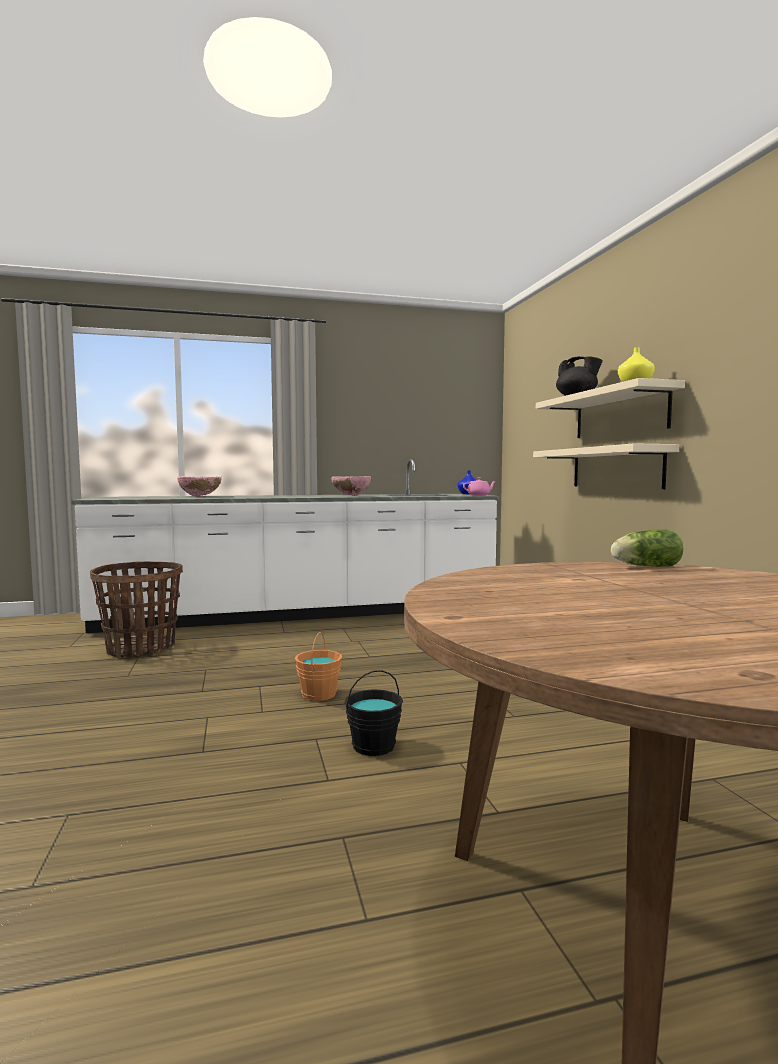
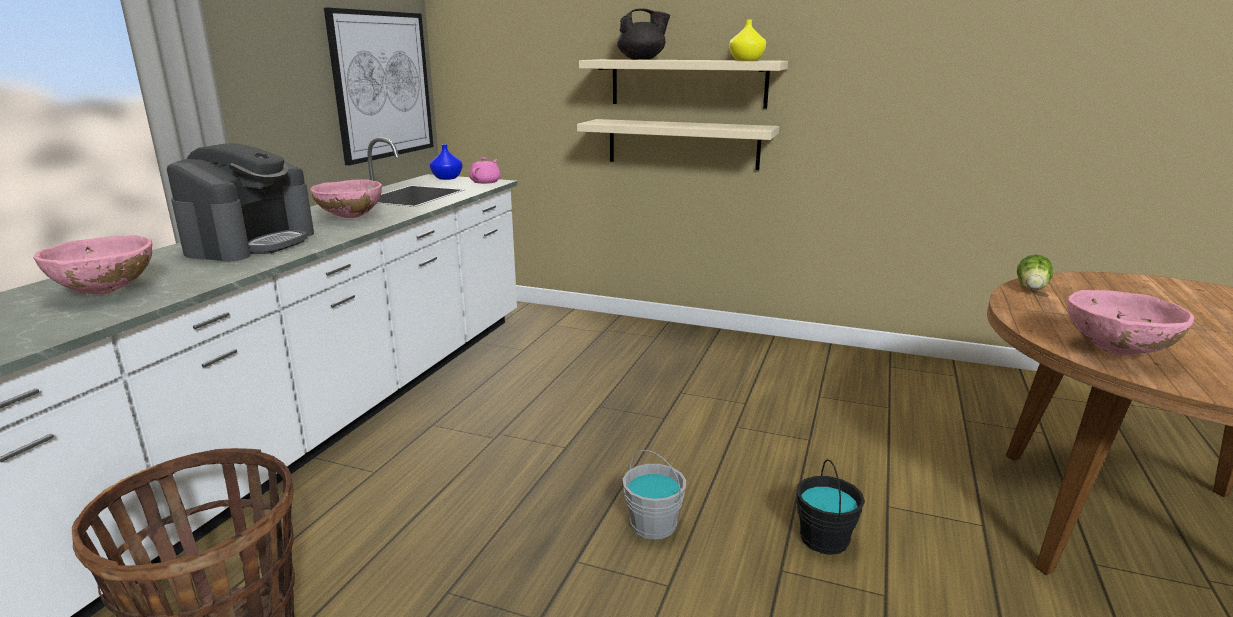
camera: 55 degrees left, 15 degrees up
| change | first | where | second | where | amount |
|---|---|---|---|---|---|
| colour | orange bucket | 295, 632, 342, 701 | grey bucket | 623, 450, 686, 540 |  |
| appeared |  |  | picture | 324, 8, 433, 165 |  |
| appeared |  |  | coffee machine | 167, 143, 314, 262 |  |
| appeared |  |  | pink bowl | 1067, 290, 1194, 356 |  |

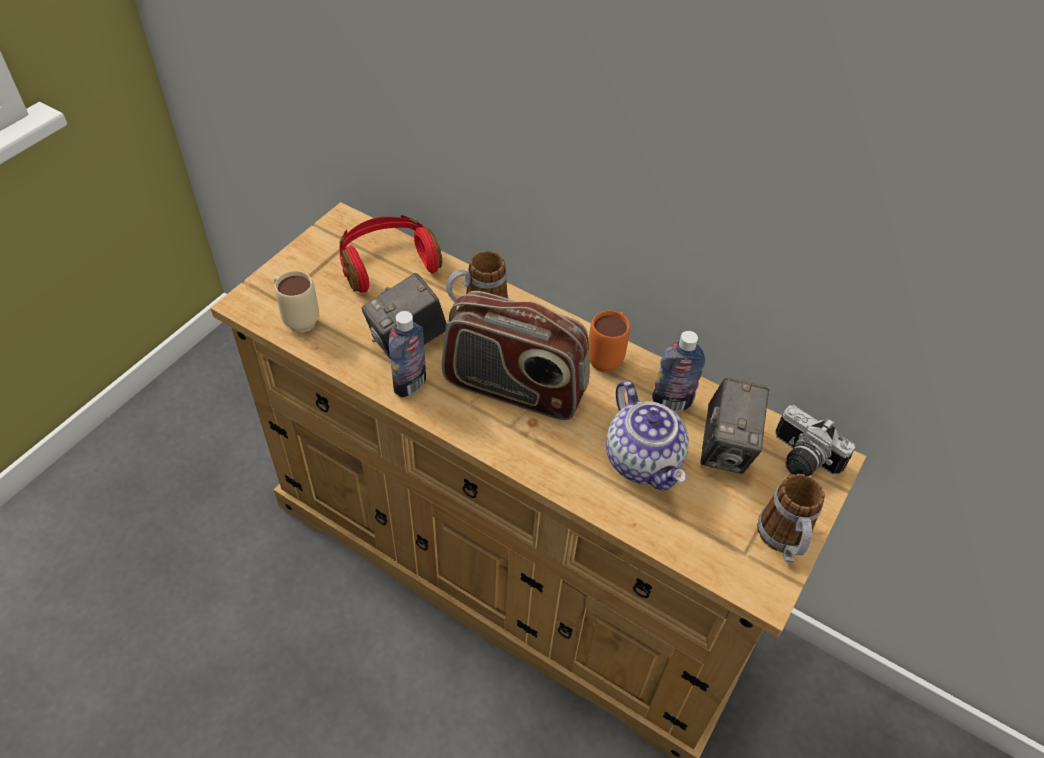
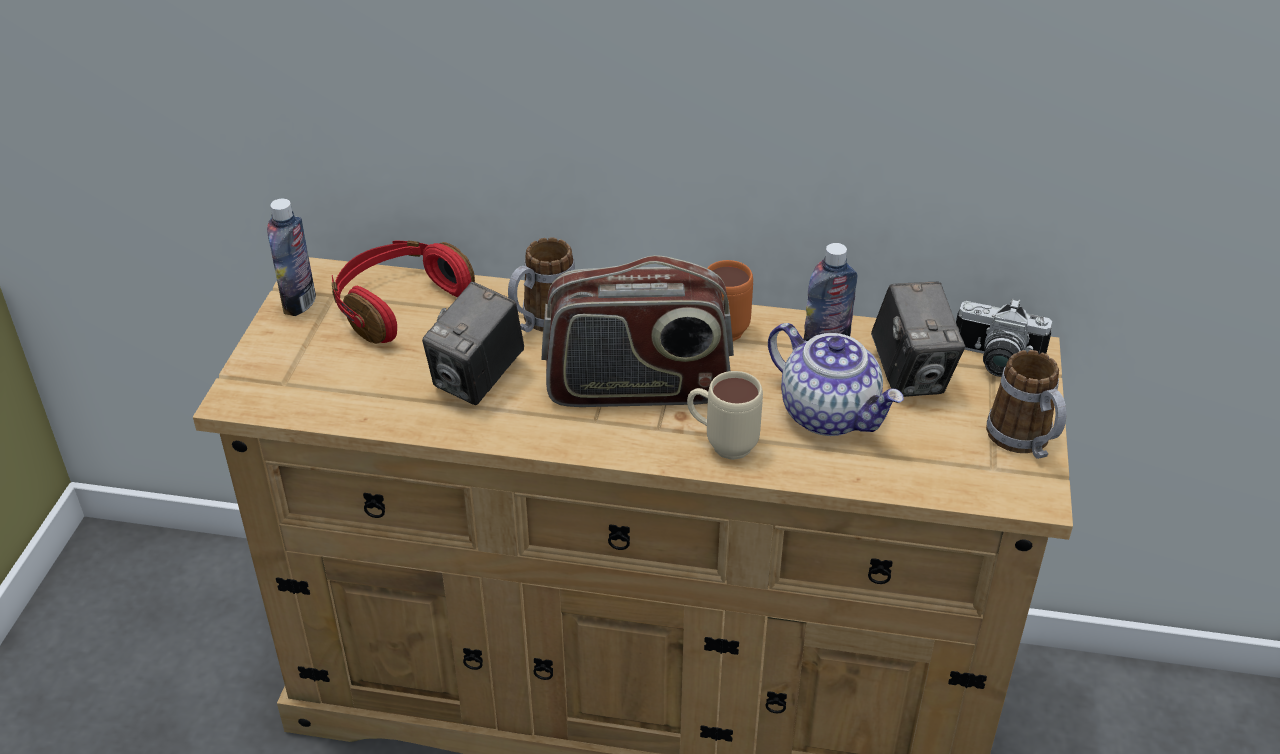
camera: 20 degrees left, 10 degrees down
| change | first | where | second | where | amount |
|---|---|---|---|---|---|
| relocated | beige mug | 274, 271, 319, 333 |  | 687, 371, 763, 460 |  |
| relocated | bottle | 389, 311, 426, 397 |  | 267, 199, 316, 316 |  |

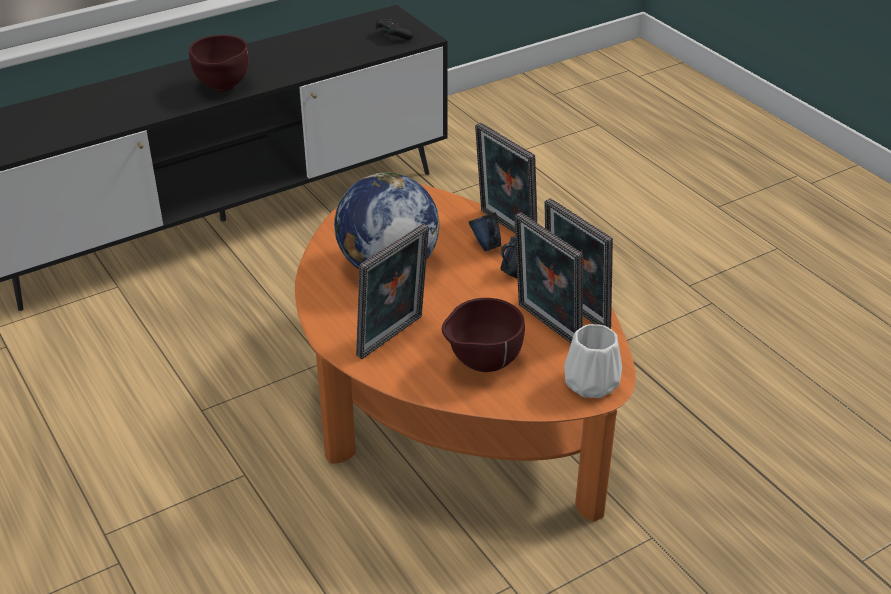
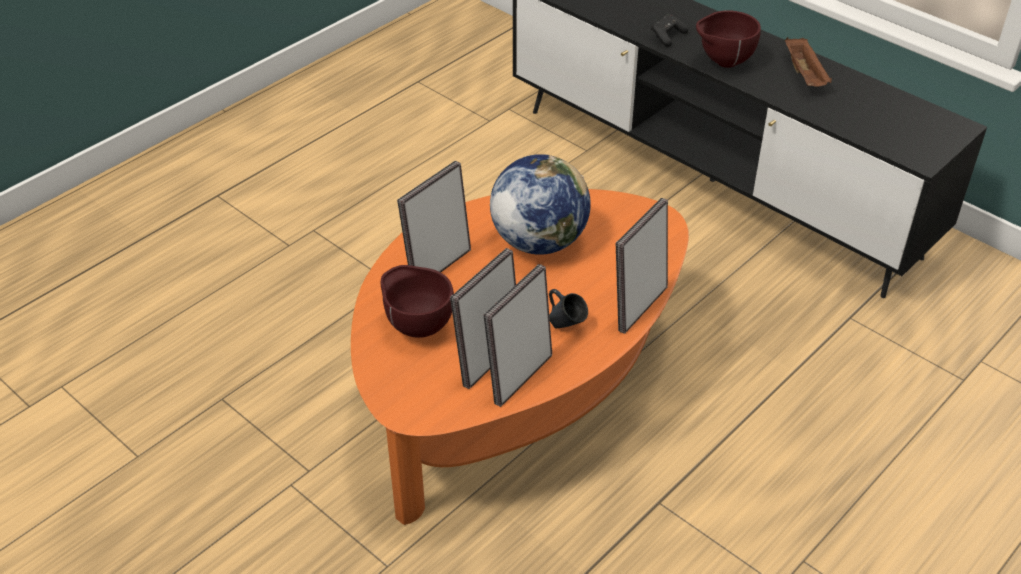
camera: 75 degrees right, 5 degrees up
| change | first | where | second | where | amount |
|---|---|---|---|---|---|
| relocated | black game controller | 376, 18, 413, 40 |  | 651, 14, 688, 47 |  |
| missing | blue mug | 468, 212, 501, 251 |  |  |  |
| spun | picture frame | 356, 224, 429, 359 |  | 397, 161, 471, 272 | 105 degrees clockwise |
| missing | white vase | 564, 324, 622, 398 |  |  |  |
| appeared |  |  | brown tray | 785, 37, 832, 87 |  |

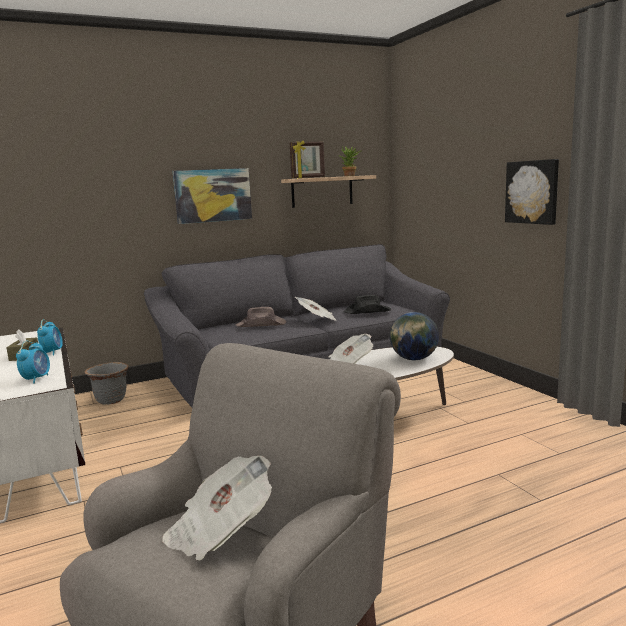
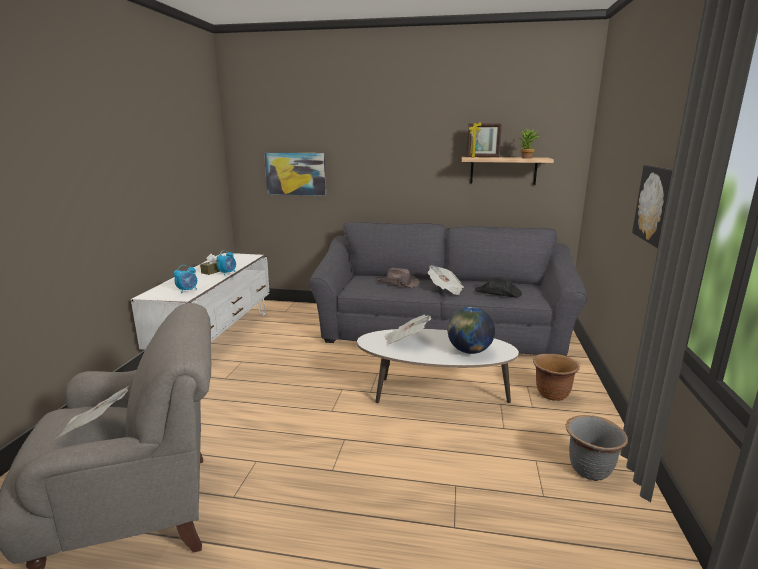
camera: 35 degrees right, 5 degrees up
| change | first | where | second | where | amount |
|---|---|---|---|---|---|
| relocated | picture | 172, 168, 252, 224 |  | 264, 152, 326, 196 |  |
| relocated | grey planter | 85, 362, 129, 405 |  | 566, 415, 628, 481 |  |
| appeared |  |  | brown planter | 533, 354, 580, 401 |  |

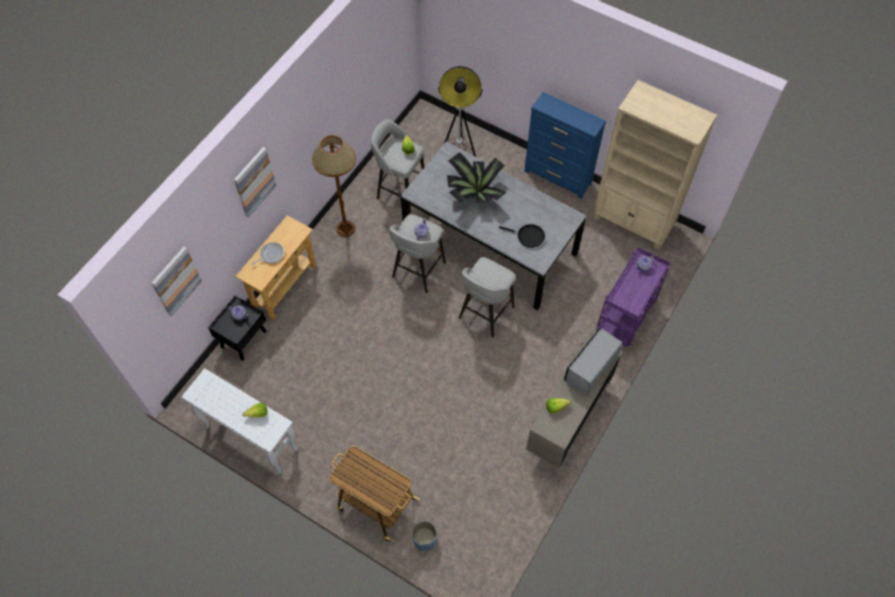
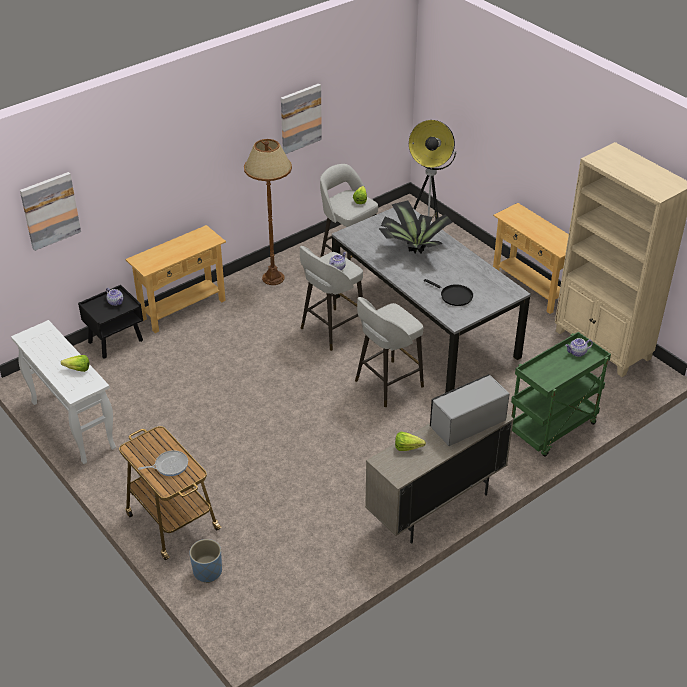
camera: 20 degrees right, 20 degrees down
| change | first | where | second | where | amount |
|---|---|---|---|---|---|
| exchanged | blue dresser | 524, 92, 606, 199 | beige console table | 493, 203, 569, 314 |  |
| relocated | picture | 234, 147, 276, 217 |  | 281, 84, 322, 154 |  |
| relocated | frying pan | 251, 242, 284, 265 |  | 138, 450, 188, 476 |  |
| colour | purple cart | 596, 247, 670, 347 | green cart | 511, 332, 611, 457 |  |

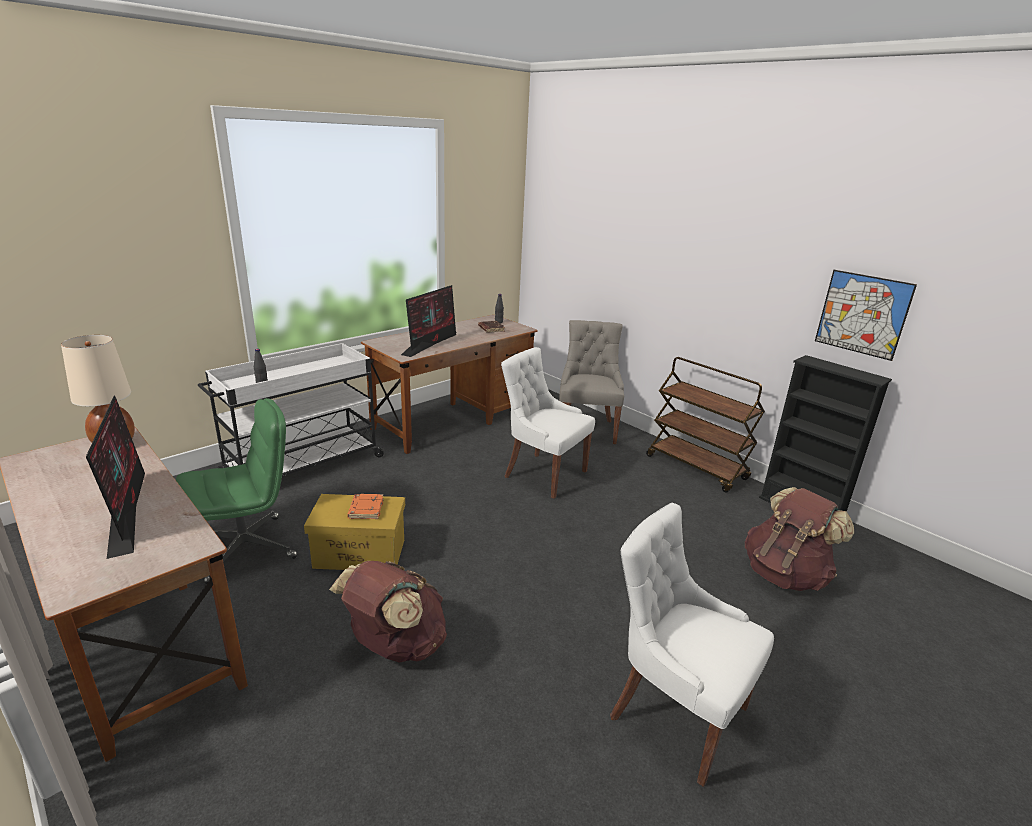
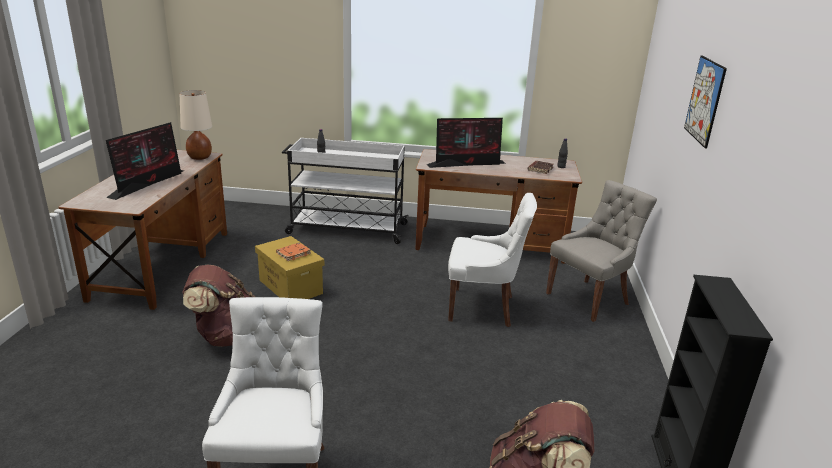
camera: 50 degrees right, 0 degrees up
| change | first | where | second | where | amount |
|---|---|---|---|---|---|
| relocated | picture | 815, 270, 917, 361 |  | 684, 55, 727, 149 |  |
| spun | white chair | 501, 347, 595, 499 |  | 448, 193, 537, 327 | 105 degrees clockwise |
| missing | brown cart | 646, 357, 765, 493 |  |  |  |
| missing | green office chair | 176, 398, 297, 584 |  |  |  |

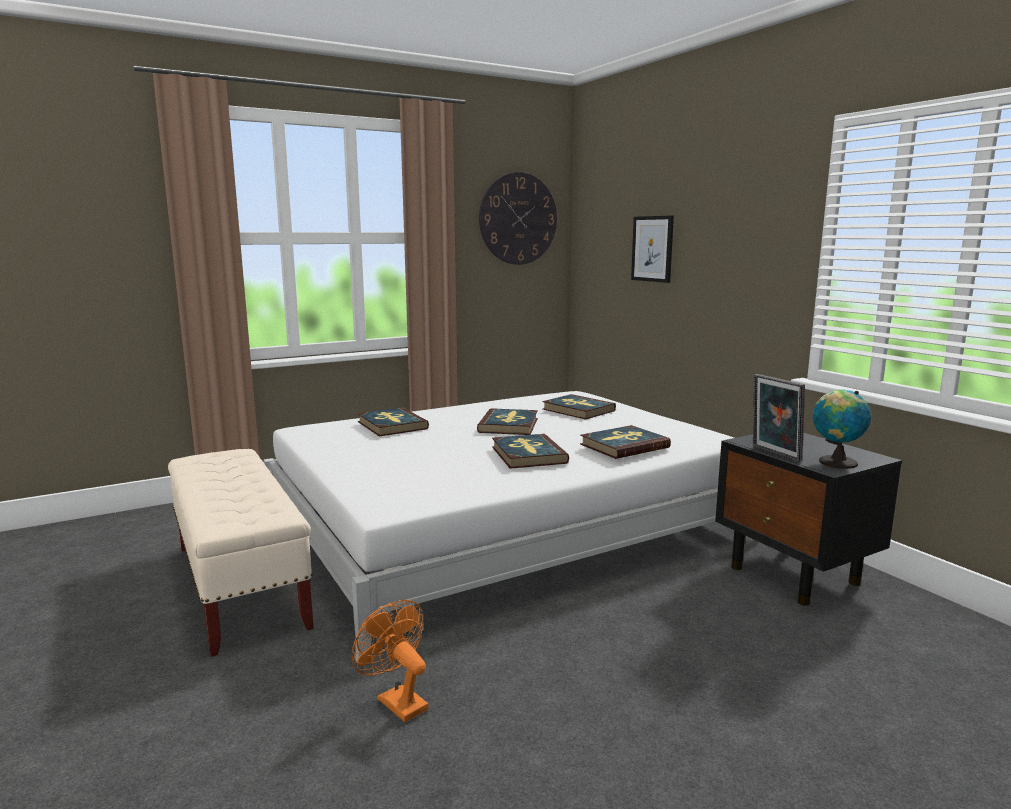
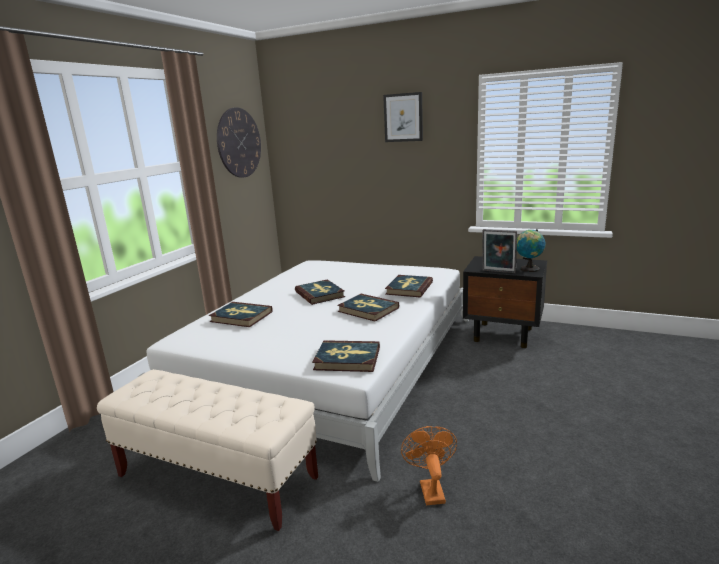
camera: 35 degrees left, 5 degrees up
| change | first | where | second | where | amount |
|---|---|---|---|---|---|
| relocated | picture | 631, 216, 674, 283 |  | 383, 92, 423, 142 |  |
| relocated | book | 542, 394, 616, 420 |  | 312, 340, 380, 372 |  |
| spun | orange fan | 352, 600, 428, 722 |  | 401, 426, 457, 505 | 75 degrees clockwise |

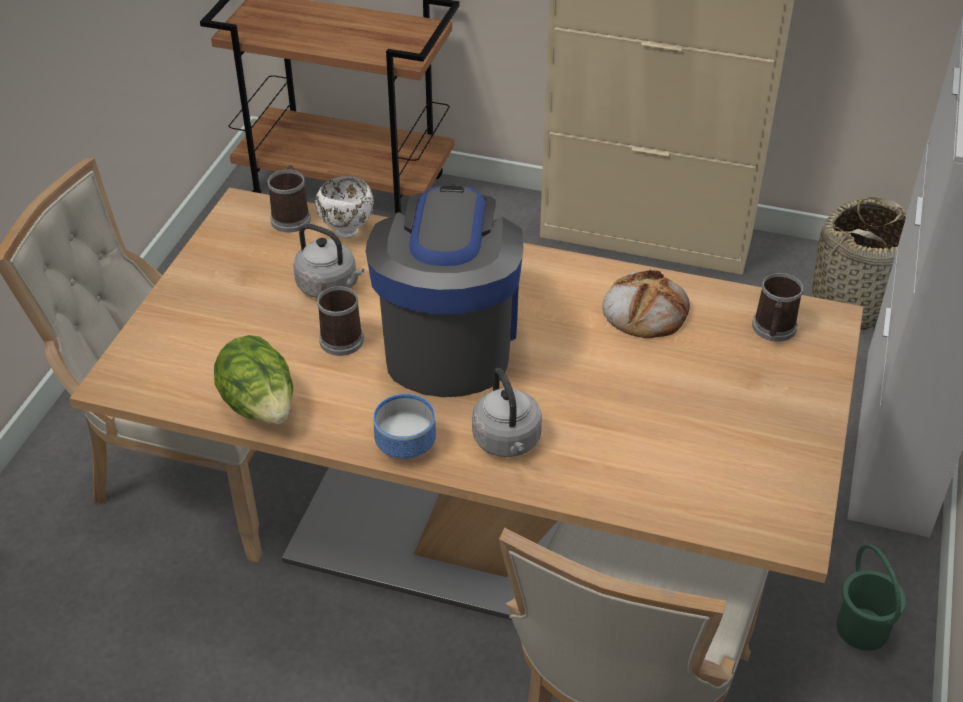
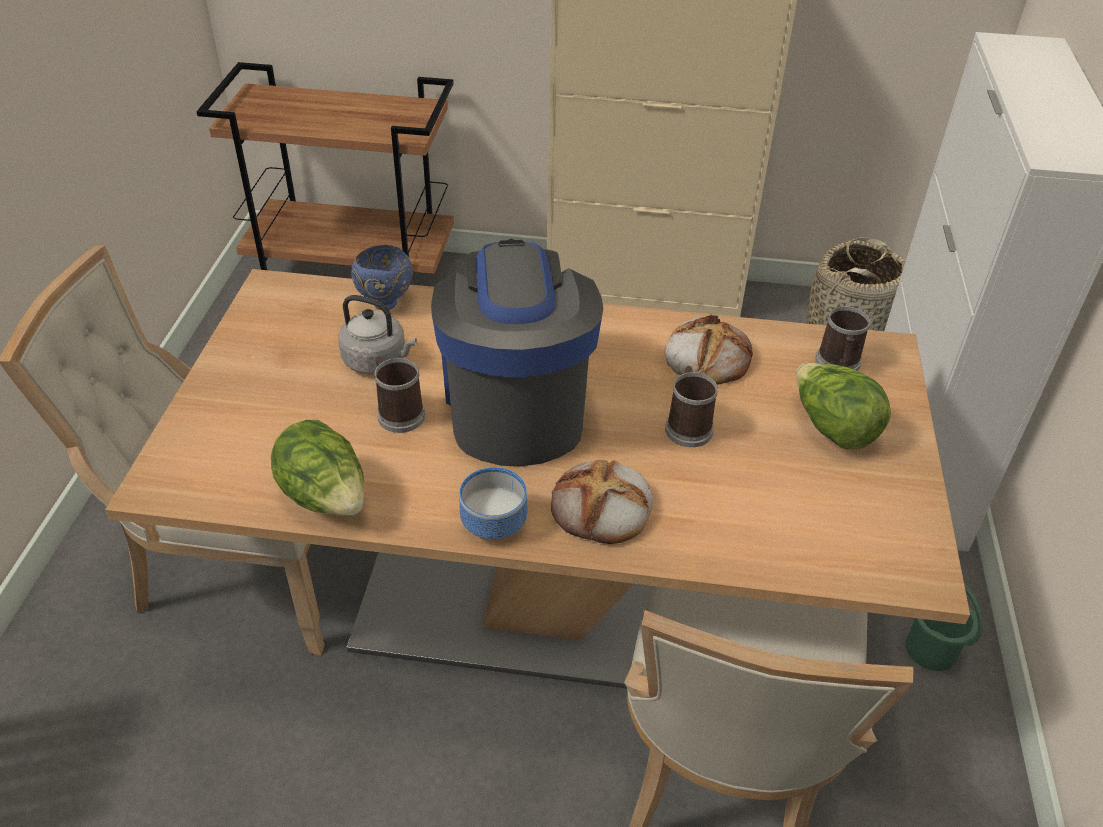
camera: 10 degrees left, 0 degrees up
| change | first | where | second | where | amount |
|---|---|---|---|---|---|
| relocated | mug | 267, 165, 311, 232 |  | 665, 366, 718, 447 |  |
| colour | white bowl | 316, 176, 374, 238 | blue bowl | 351, 245, 413, 310 |  |
| exchanged | grey kettle | 472, 368, 542, 457 | bread | 551, 460, 653, 544 |  |
| appeared |  |  | lettuce | 796, 363, 891, 449 |  |

